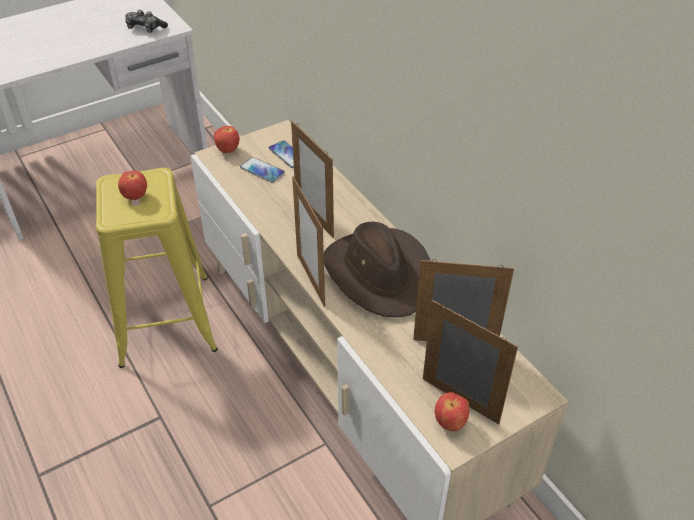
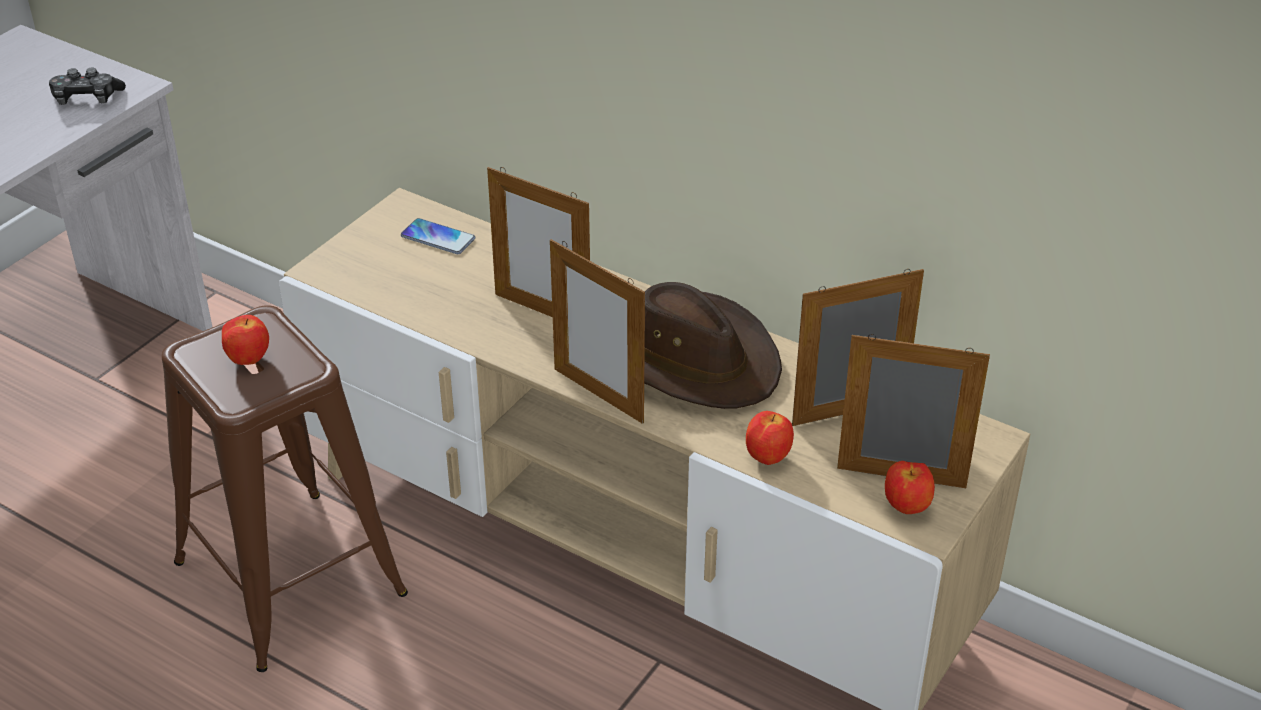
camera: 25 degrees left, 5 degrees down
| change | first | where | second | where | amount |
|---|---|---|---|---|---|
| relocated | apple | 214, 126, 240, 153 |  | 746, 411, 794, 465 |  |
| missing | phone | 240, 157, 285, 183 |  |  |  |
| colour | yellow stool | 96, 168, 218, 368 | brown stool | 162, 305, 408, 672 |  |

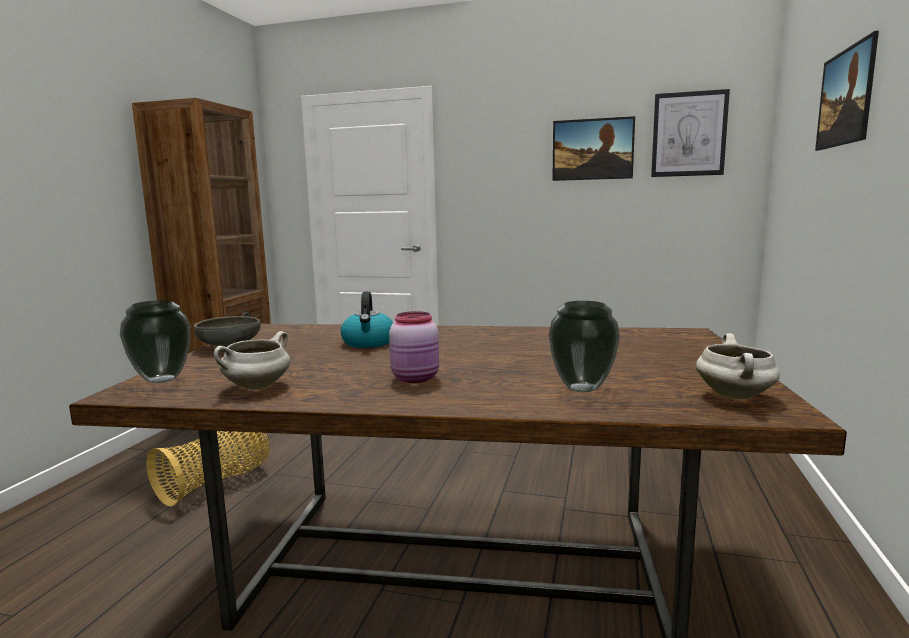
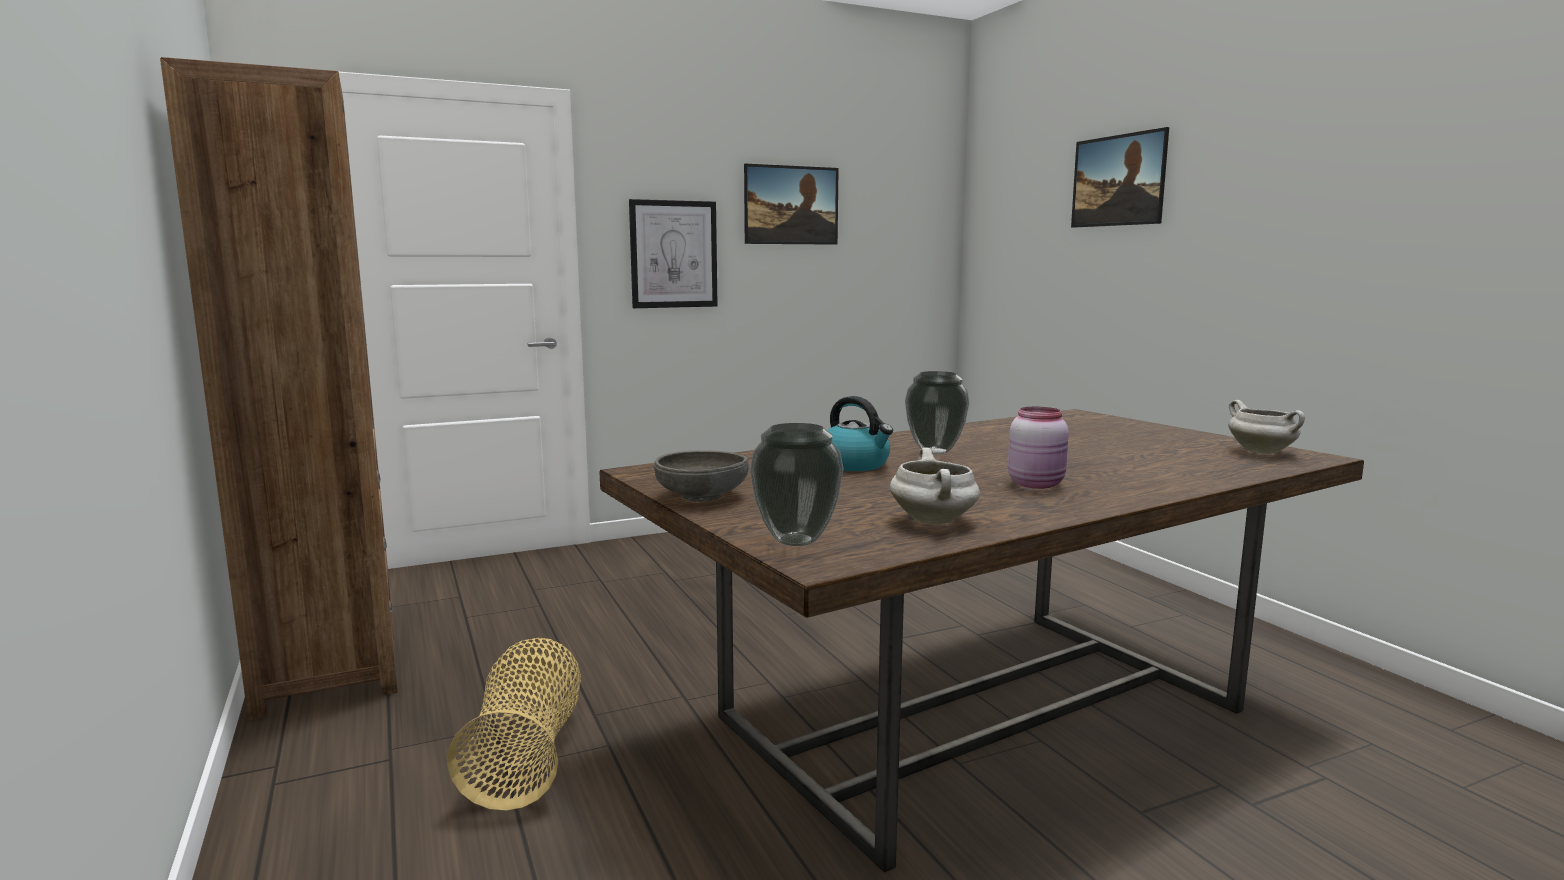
camera: 40 degrees left, 0 degrees up
| change | first | where | second | where | amount |
|---|---|---|---|---|---|
| relocated | picture | 651, 89, 730, 177 |  | 629, 199, 718, 308 |  |
| relocated | vase | 548, 301, 620, 392 |  | 905, 371, 970, 454 |  |

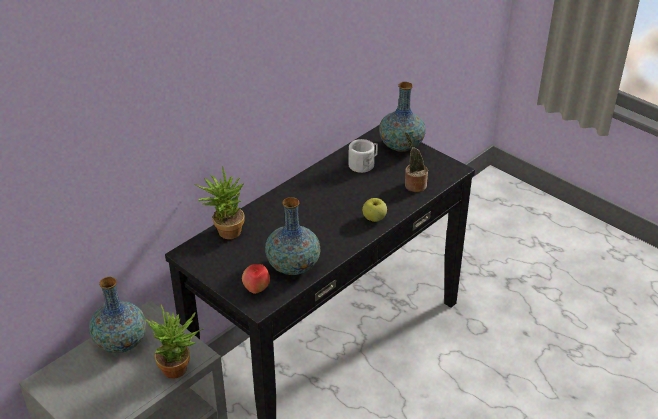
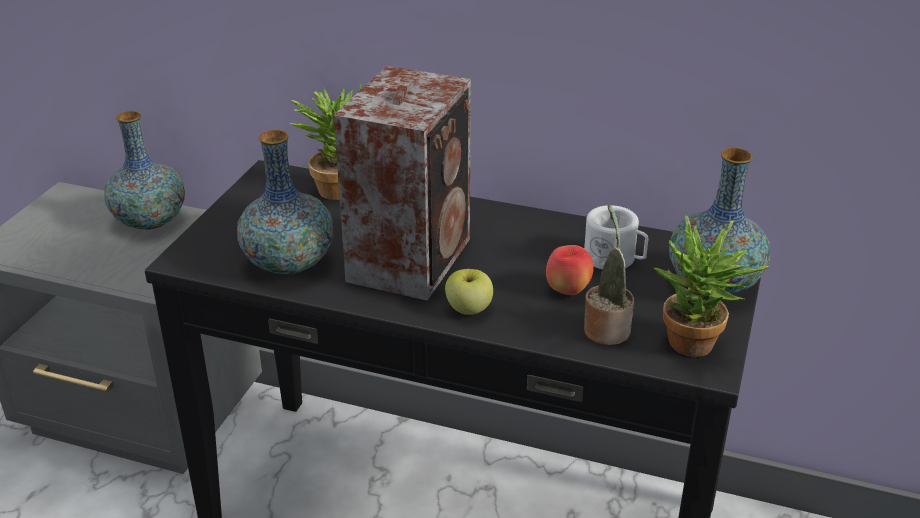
camera: 65 degrees right, 5 degrees down
| change | first | where | second | where | amount |
|---|---|---|---|---|---|
| relocated | apple | 242, 264, 270, 294 |  | 546, 245, 594, 295 |  |
| relocated | potted plant | 146, 305, 204, 378 |  | 654, 216, 769, 357 |  |
| appeared |  |  | speaker | 333, 66, 471, 301 |  |

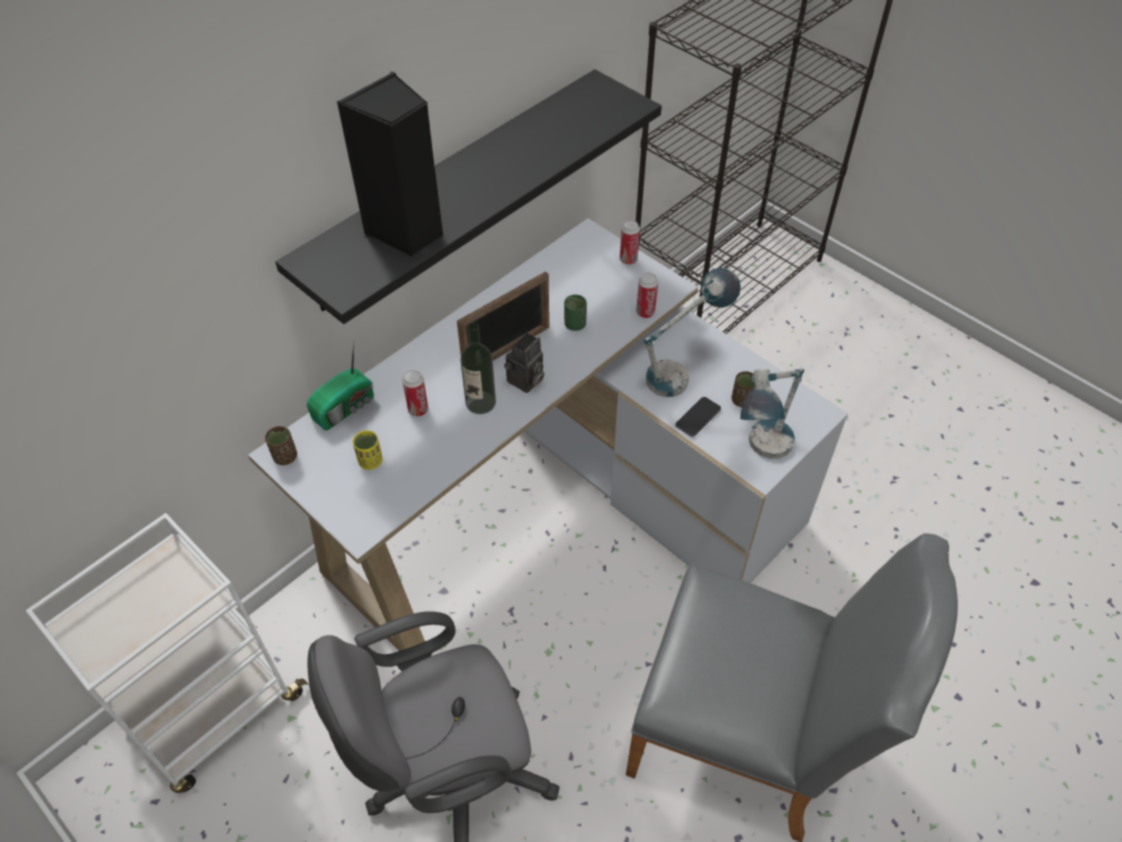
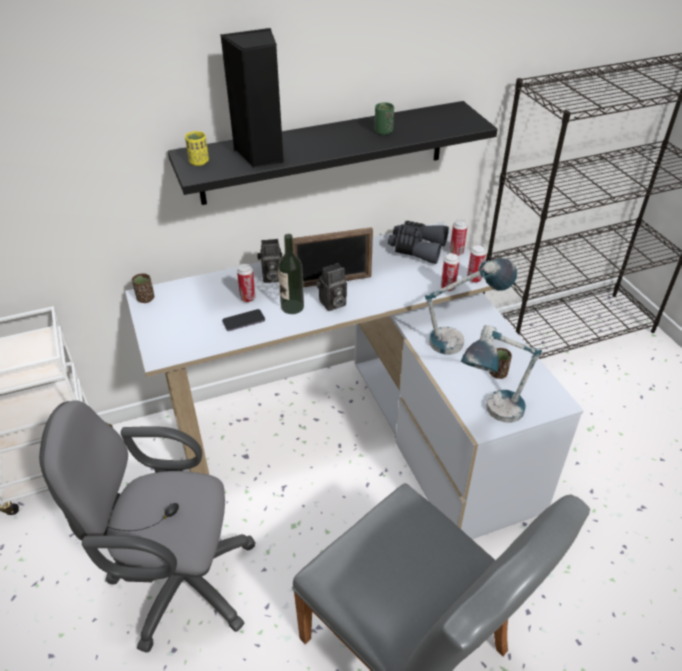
camera: 25 degrees right, 10 degrees down
| change | first | where | second | where | amount |
|---|---|---|---|---|---|
| relocated | green cup | 564, 294, 587, 331 |  | 375, 102, 394, 135 |  |
| missing | radio | 307, 341, 374, 431 |  |  |  |
| relocated | phone | 675, 397, 721, 437 |  | 222, 309, 265, 331 |  |
| relocated | yellow cup | 353, 430, 383, 470 |  | 185, 131, 209, 166 |  |
| appeared |  |  | grey binoculars | 388, 221, 449, 264 |  |
| appeared |  |  | photo camera | 257, 239, 282, 283 |  |
| appeared |  |  | can | 467, 245, 486, 283 |  |

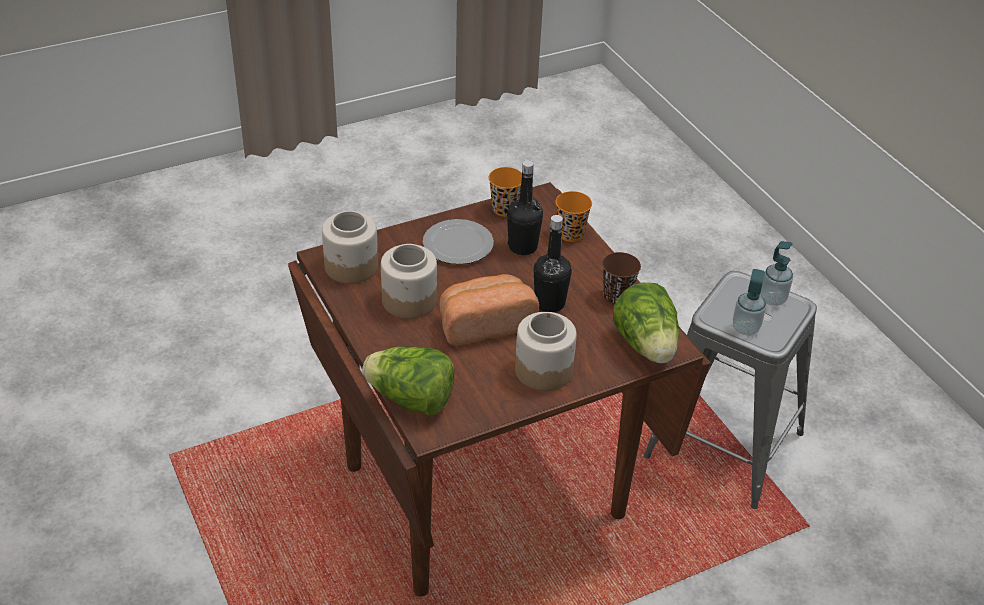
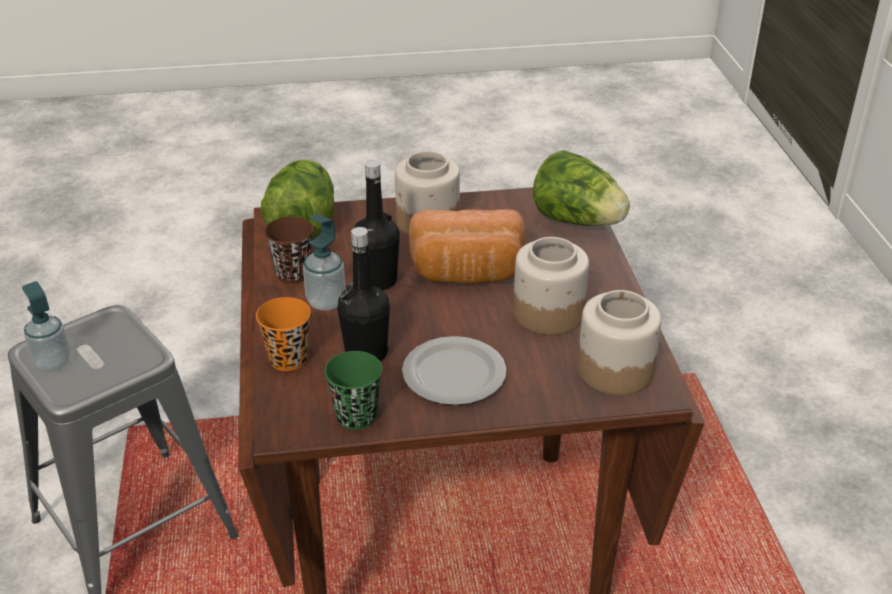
camera: 160 degrees left, 5 degrees down
| change | first | where | second | where | amount |
|---|---|---|---|---|---|
| colour | orange cup | 489, 167, 522, 217 | green cup | 324, 351, 382, 430 |  |
| relocated | soap dispenser | 733, 269, 766, 336 |  | 303, 215, 345, 311 |  |

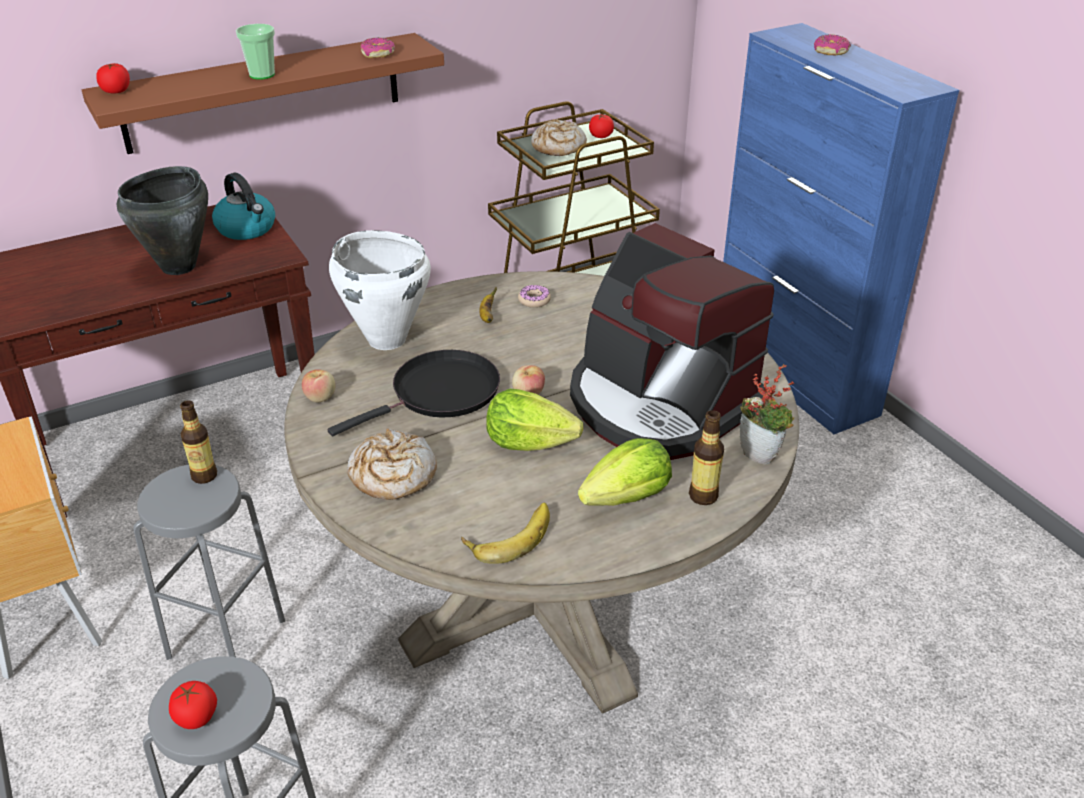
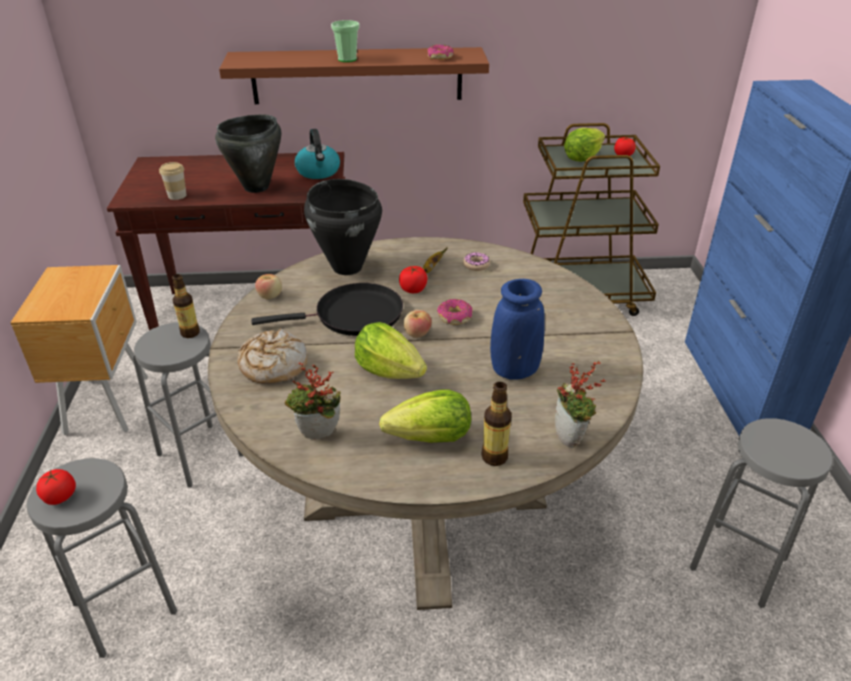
camera: 25 degrees right, 0 degrees up
| change | first | where | second | where | amount |
|---|---|---|---|---|---|
| relocated | donut | 814, 34, 851, 55 |  | 437, 299, 473, 325 |  |
| relocated | tomato | 96, 63, 130, 93 |  | 399, 266, 427, 293 |  |
| exchanged | bread | 531, 119, 587, 156 | lettuce | 564, 128, 605, 162 |  |
| exchanged | coffee machine | 570, 223, 774, 460 | blue vase | 490, 279, 545, 380 |  |
| colour | white cooking pot | 329, 230, 431, 350 | black cooking pot | 304, 179, 382, 275 |  |
| exchanged | banana | 461, 502, 550, 564 | potted plant | 285, 362, 341, 439 |  |
| appeared |  |  | cup | 159, 162, 186, 200 |  |
| appeared |  |  | grey stool | 690, 418, 833, 608 |  |

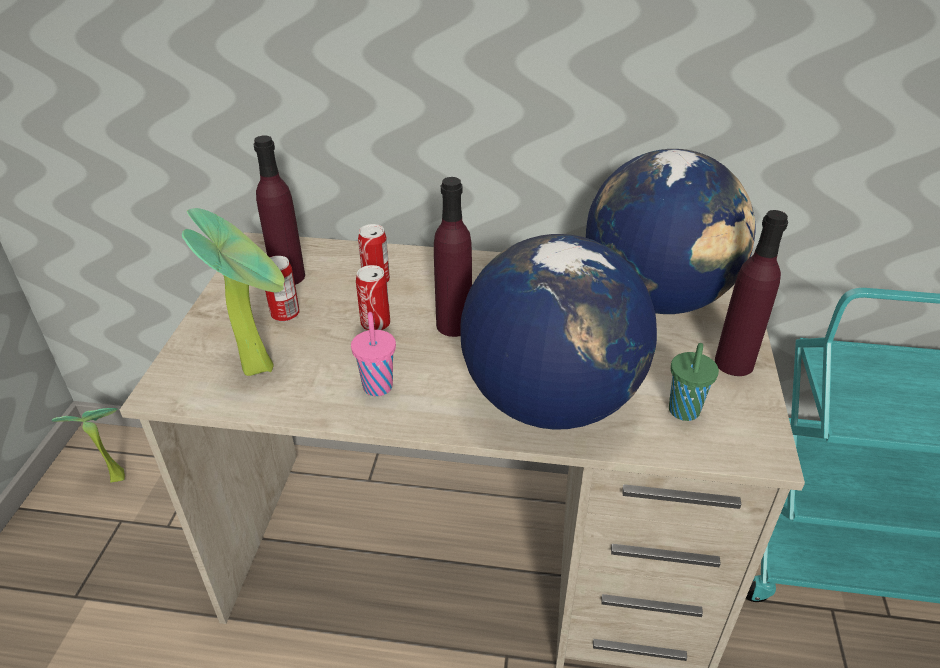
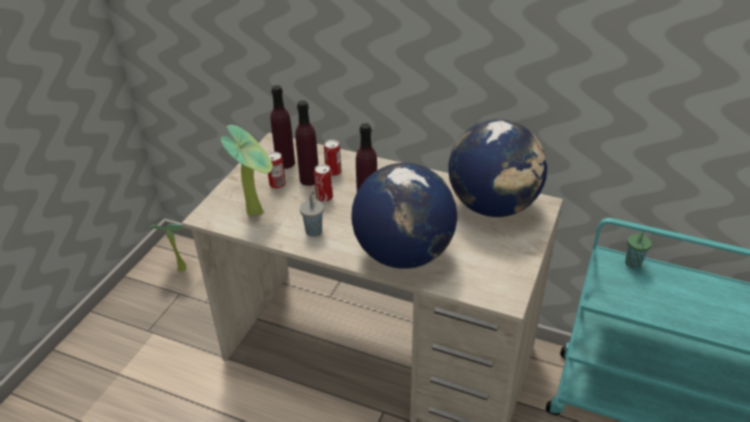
camera: 15 degrees right, 0 degrees up
| change | first | where | second | where | amount |
|---|---|---|---|---|---|
| relocated | purple bottle | 715, 210, 788, 376 |  | 295, 100, 318, 186 |  |
| colour | pink cup | 351, 312, 396, 396 | grey cup | 300, 190, 324, 237 |  |
| relocated | green cup | 669, 343, 719, 421 |  | 625, 231, 652, 269 |  |

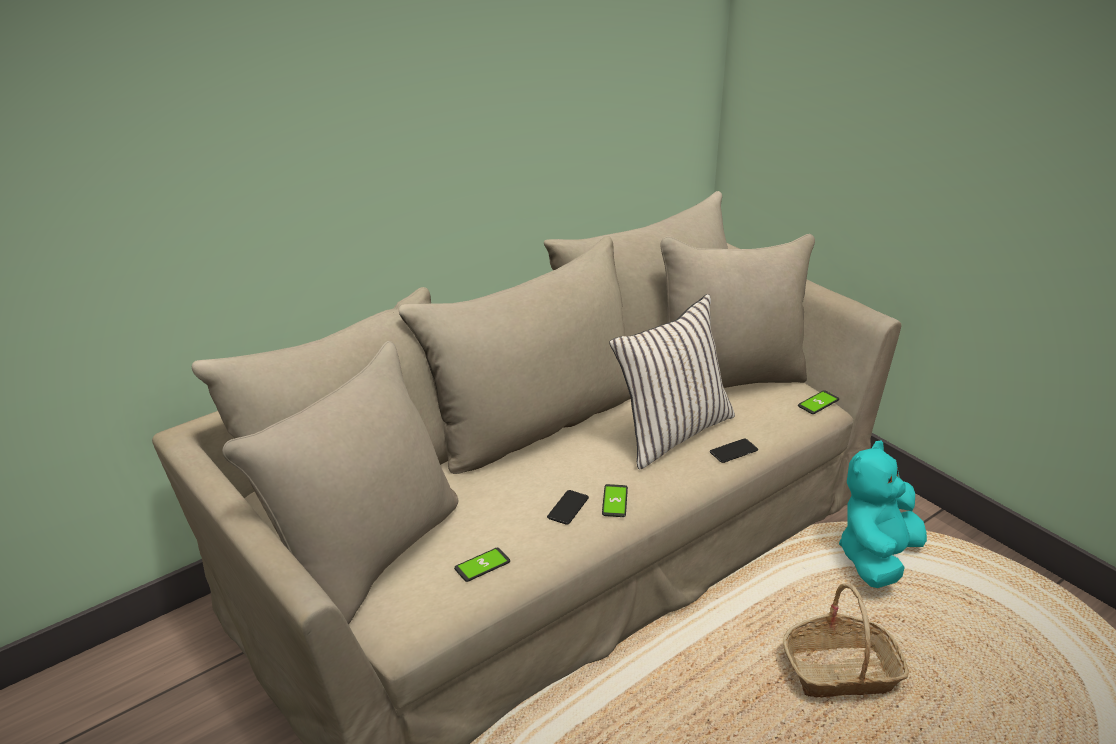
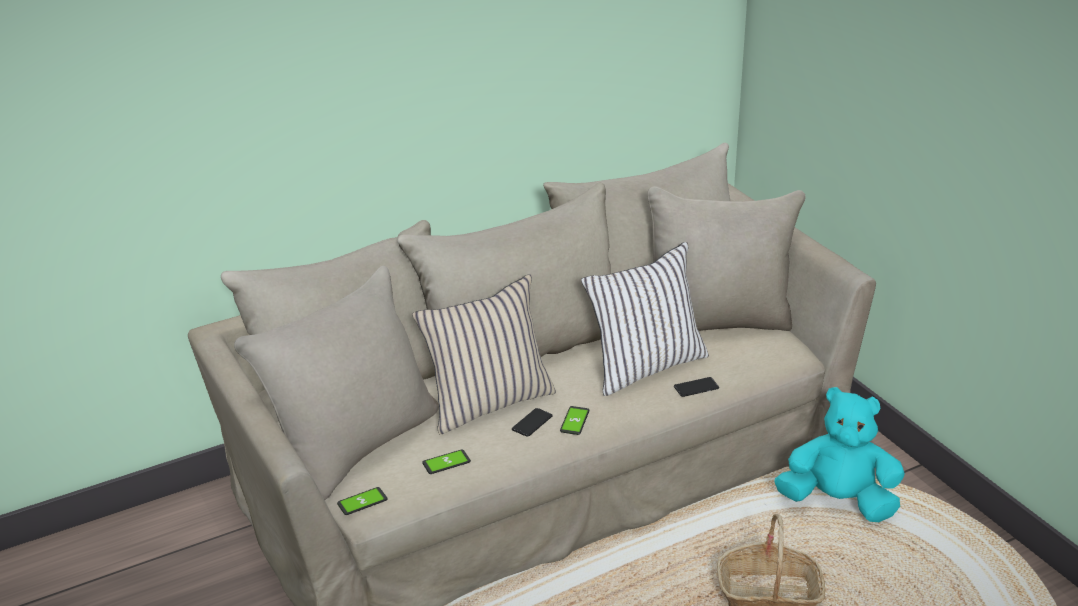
camera: 10 degrees right, 0 degrees up
| change | first | where | second | where | amount |
|---|---|---|---|---|---|
| relocated | phone | 798, 390, 839, 414 |  | 337, 487, 388, 515 |  |
| spun | turquoise plush toy | 839, 441, 927, 588 |  | 774, 387, 905, 522 | 60 degrees clockwise |
| appeared |  |  | beige pillow | 412, 274, 556, 434 |  |

